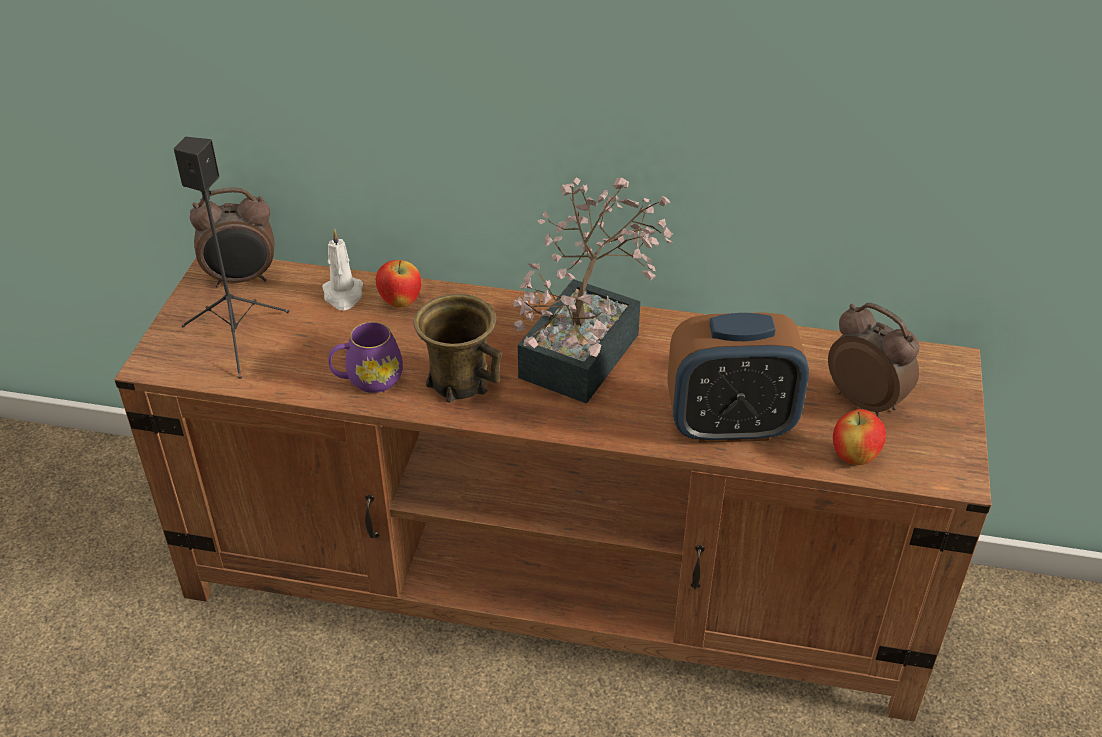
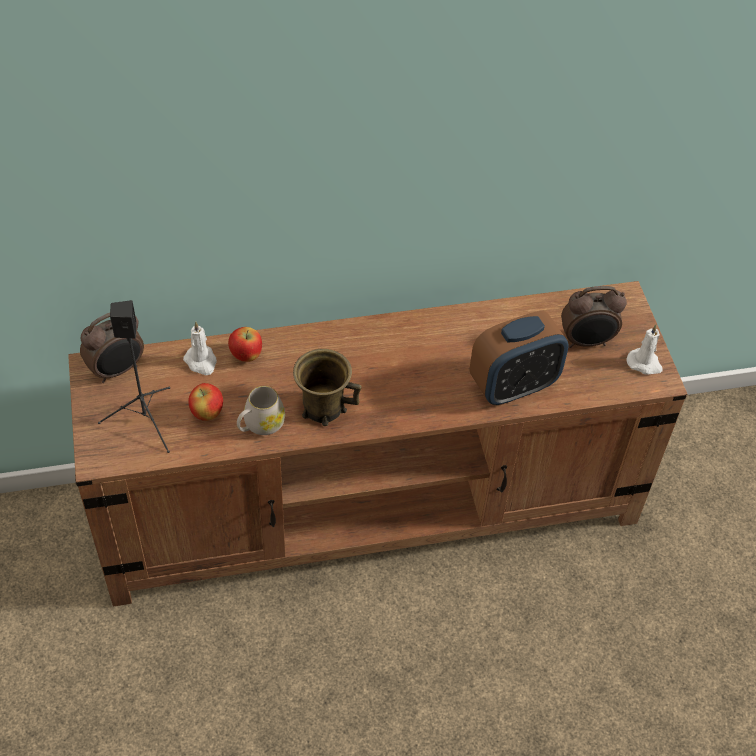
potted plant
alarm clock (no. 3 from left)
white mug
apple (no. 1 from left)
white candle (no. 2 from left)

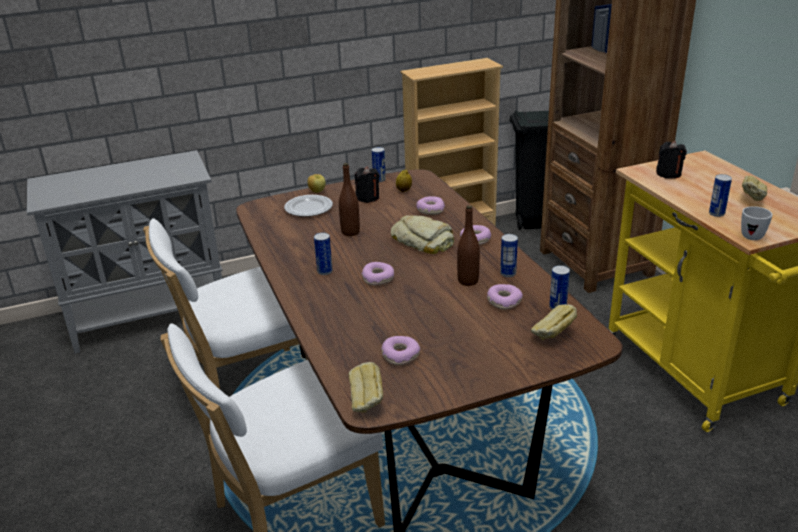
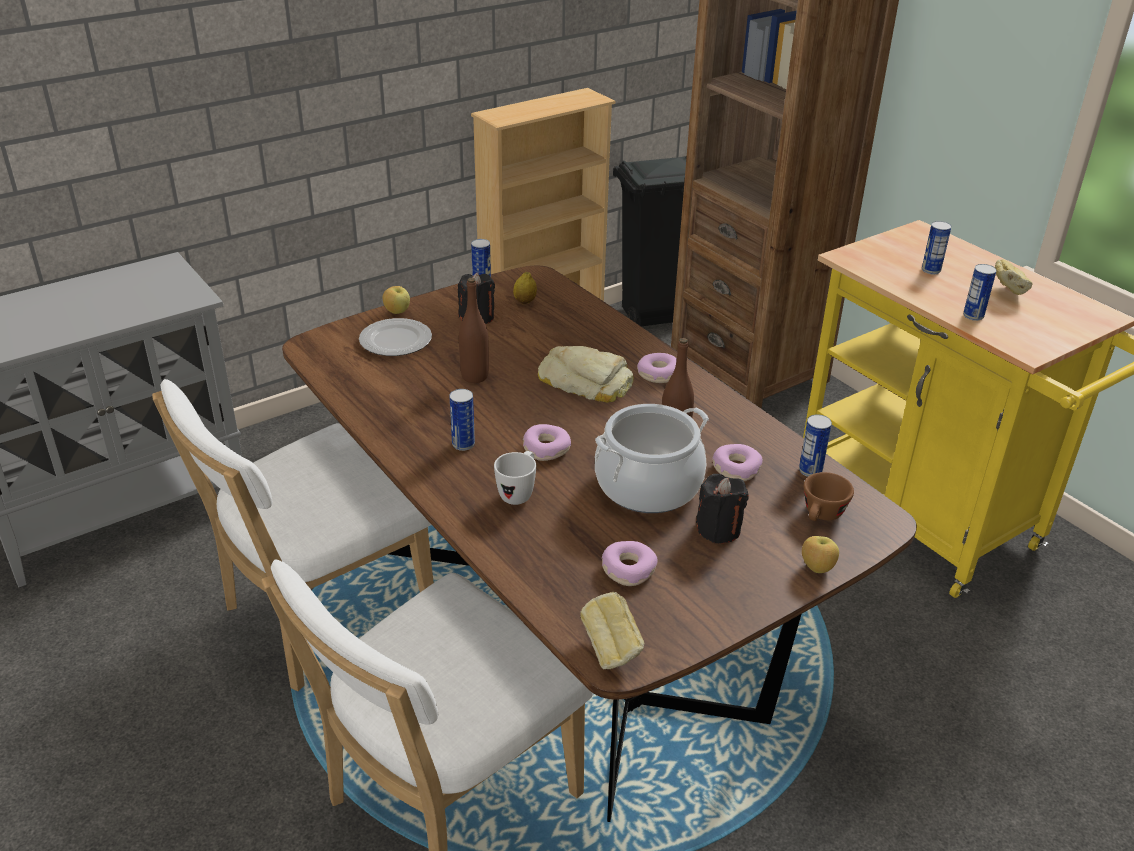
black candle (no. 2 from left)
donut (no. 3 from left in the first image)
white mug
can (no. 4 from left)
brown cup
cooking pot
apple (no. 2 from left)

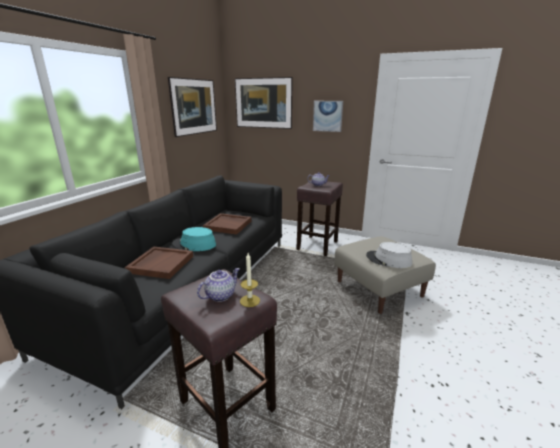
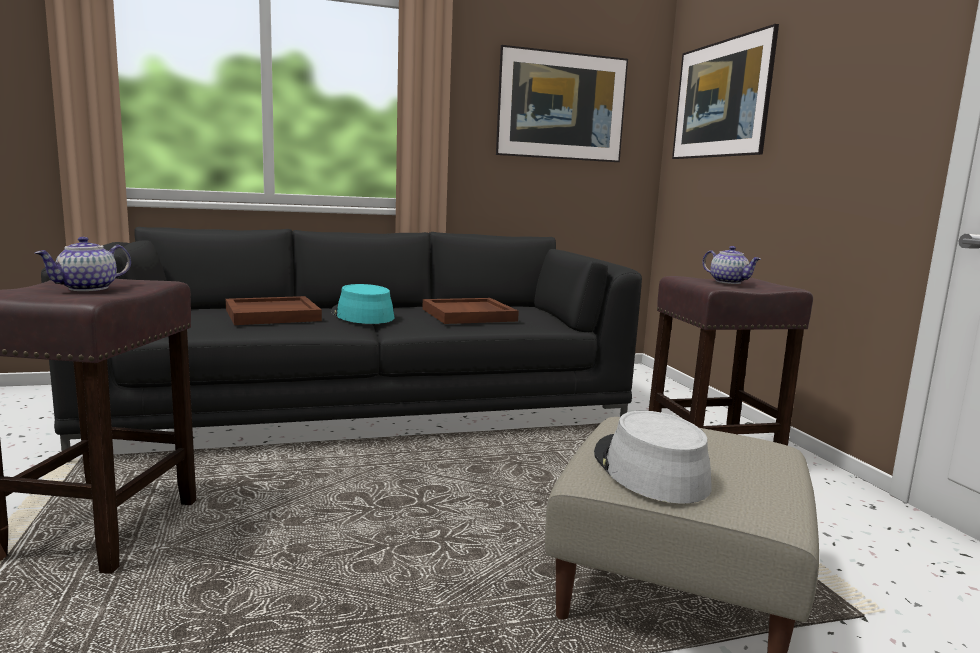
picture (no. 3 from left in the first image)
candle
teapot (no. 1 from left)

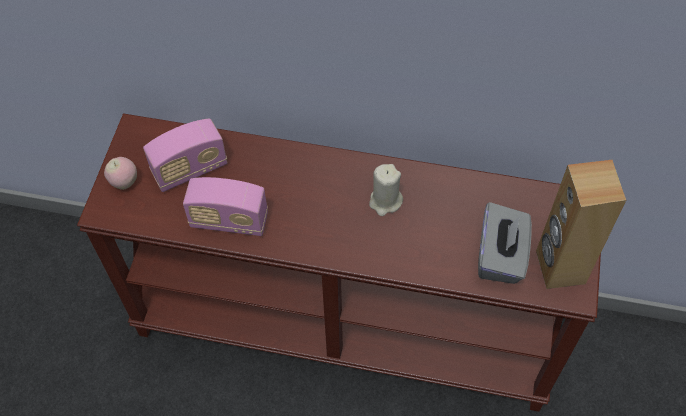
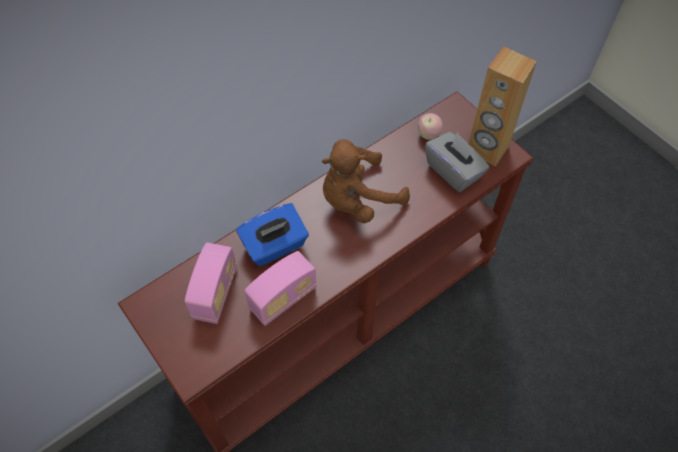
apple
brown plush toy
blue tissue box

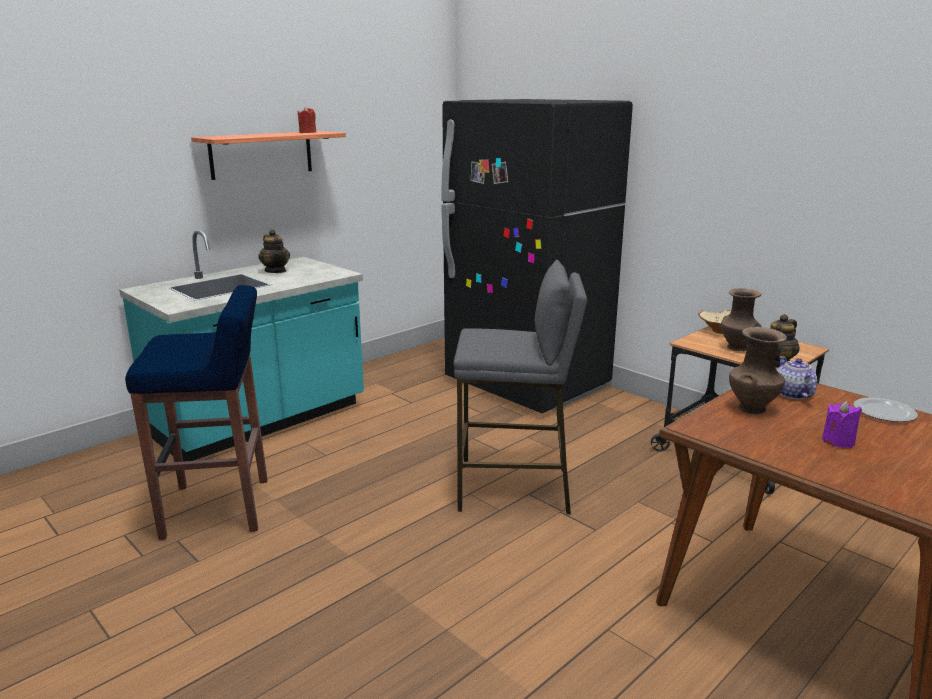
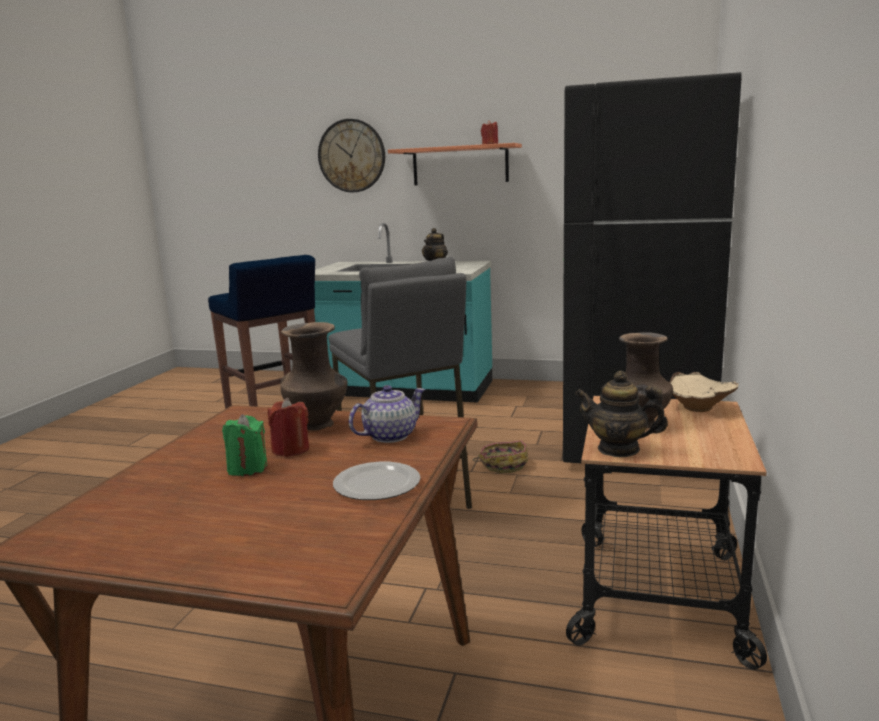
green candle
wall clock
red candle (no. 1 from left)
basket

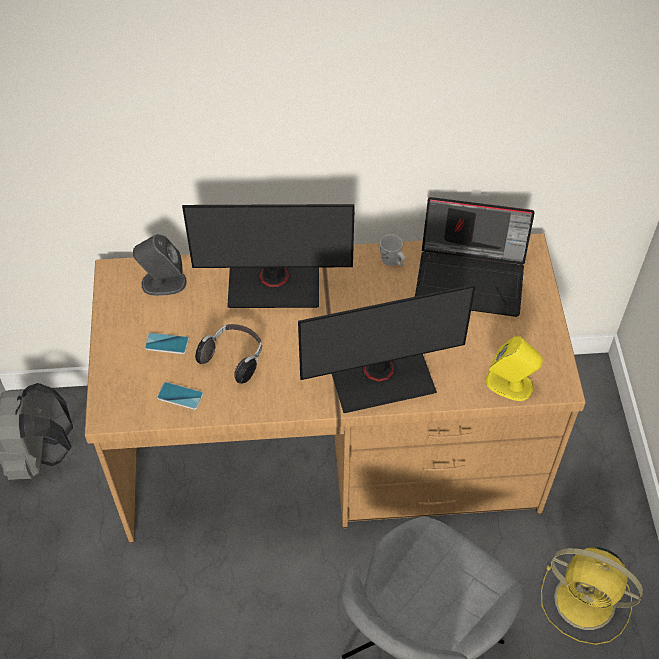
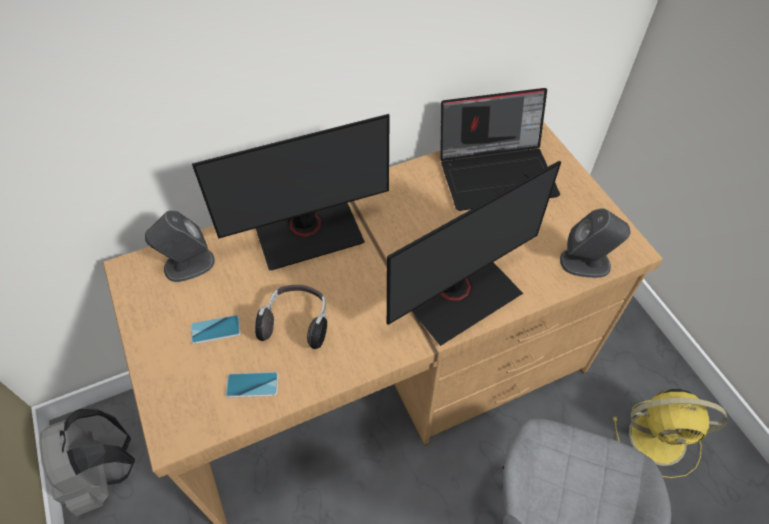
white mug
grey speaker (no. 2 from left)

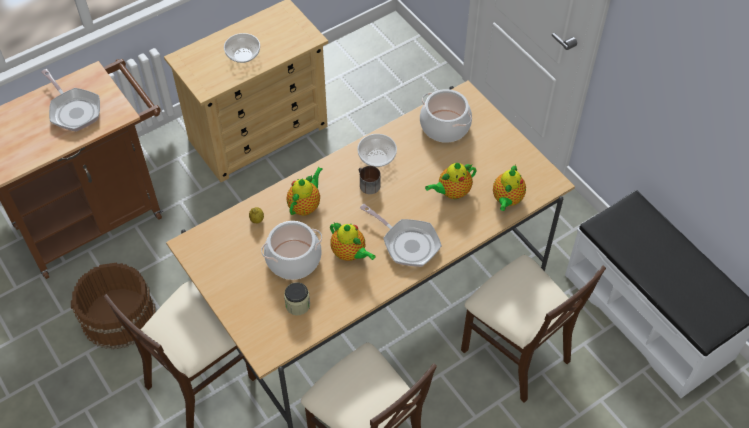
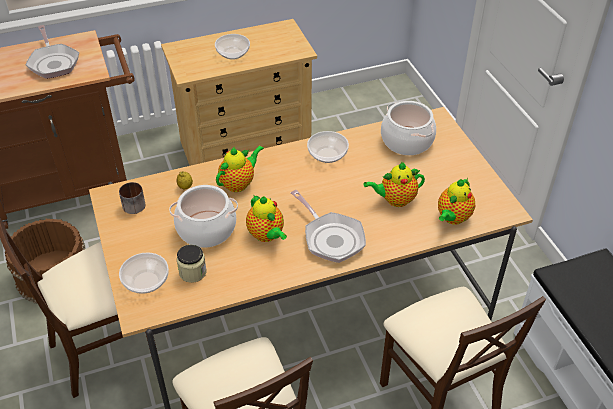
mug
bowl (no. 1 from left)

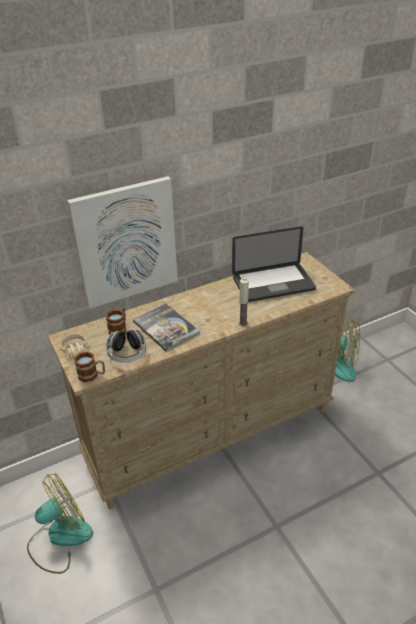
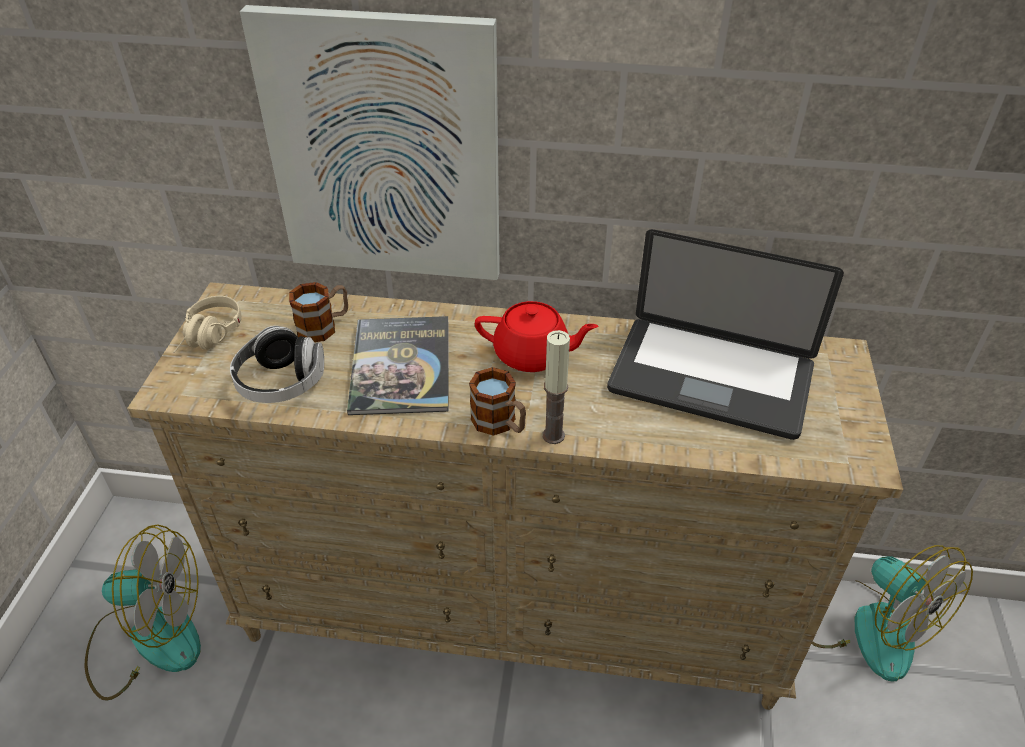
mug (no. 2 from left)
red teapot

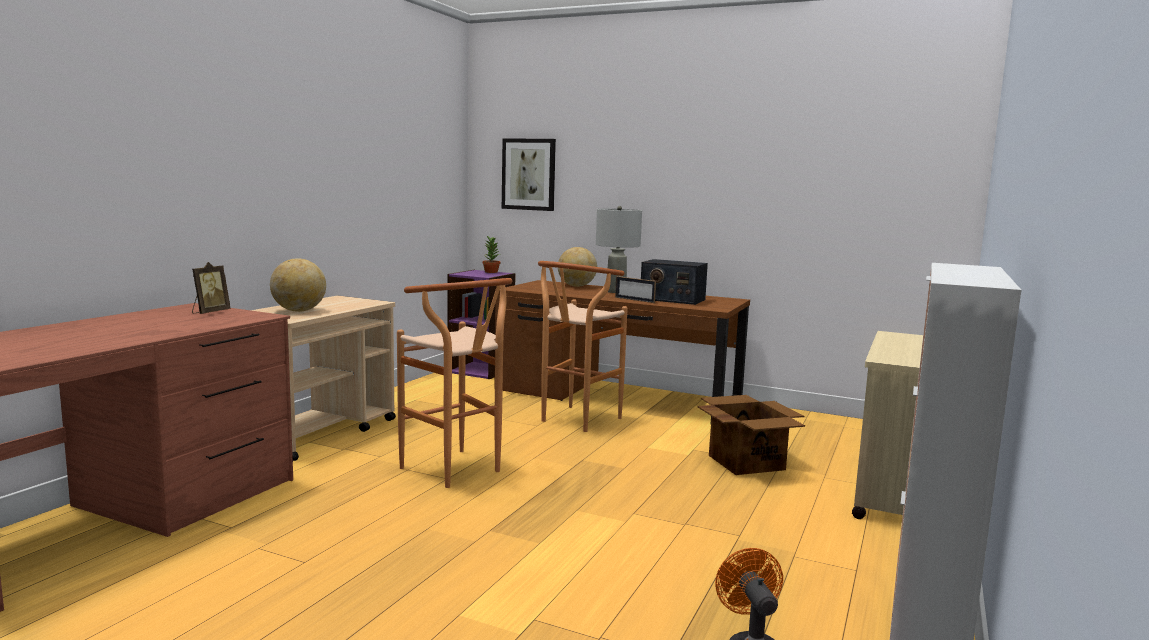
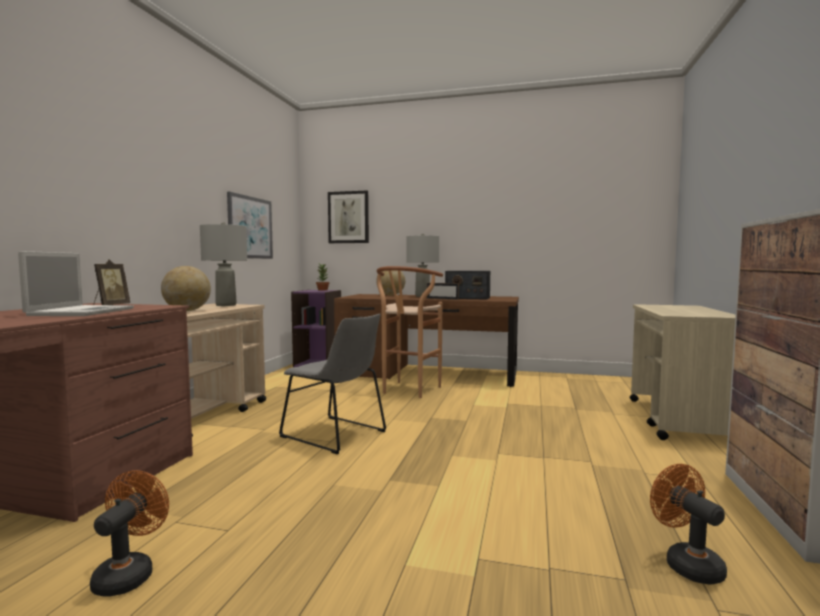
grey chair
cardboard box
picture (no. 1 from left)
grey table lamp (no. 1 from left)
laptop
orange fan (no. 1 from left)

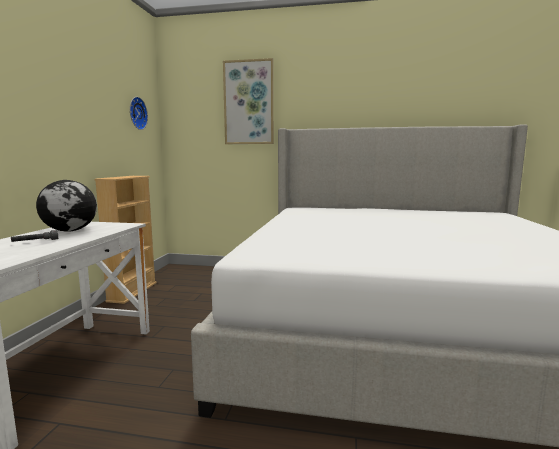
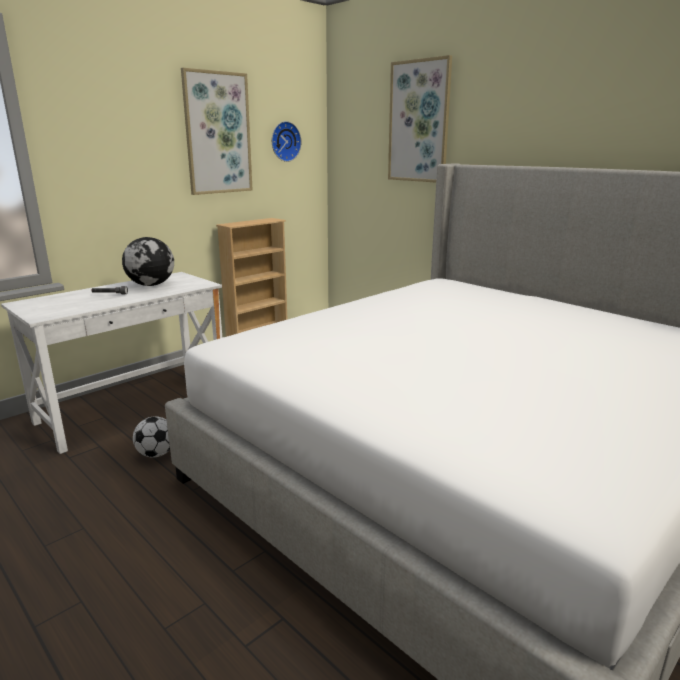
picture (no. 1 from left)
football

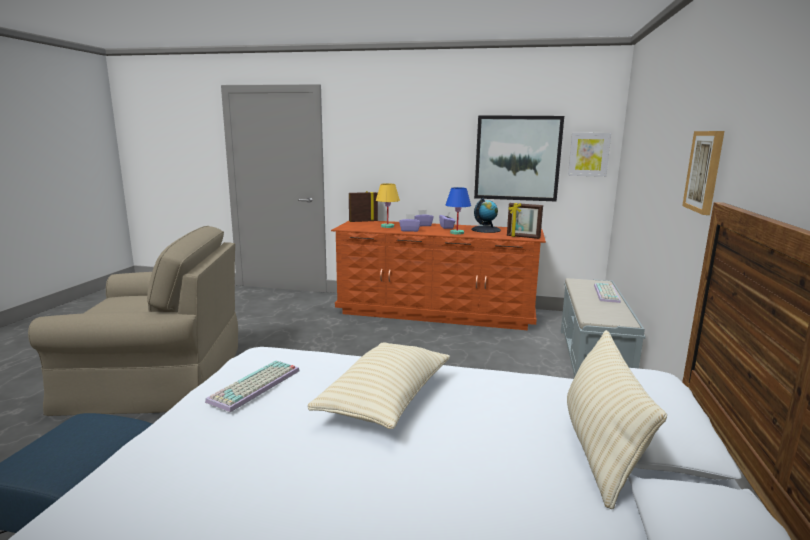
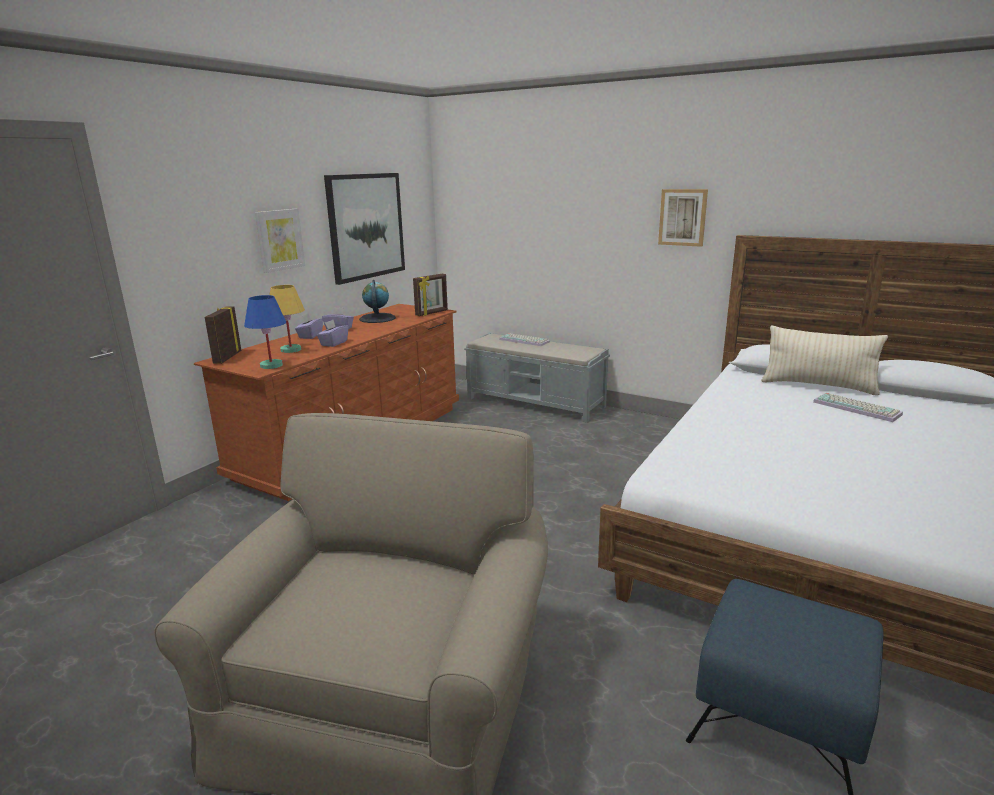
picture (no. 1 from left)
blue table lamp
beige pillow (no. 1 from left in the first image)
keyboard (no. 2 from left)

